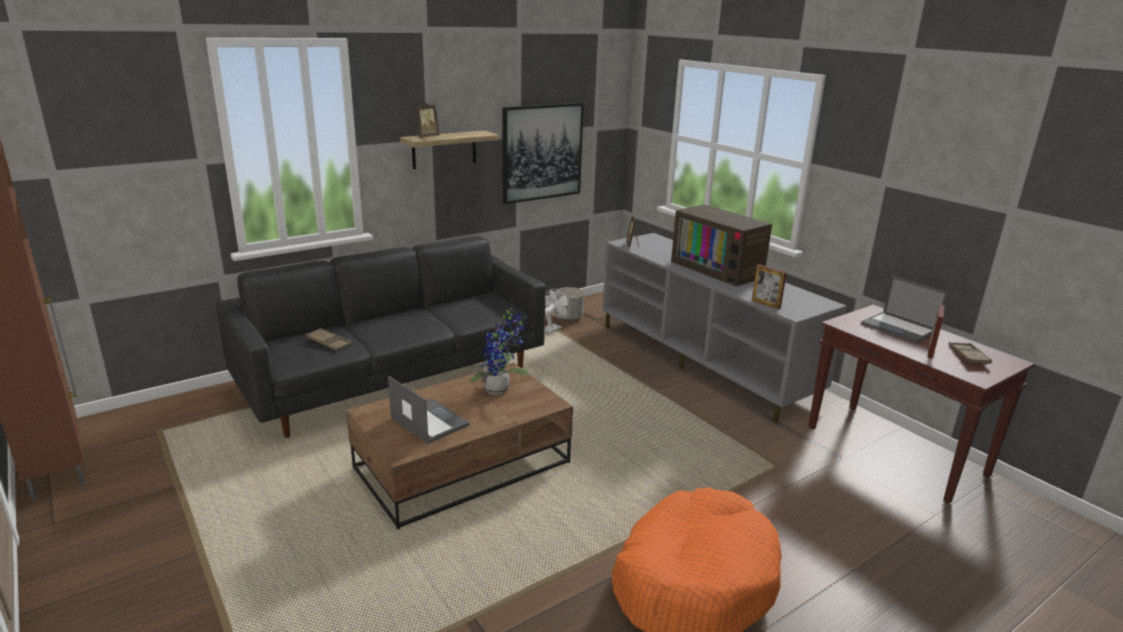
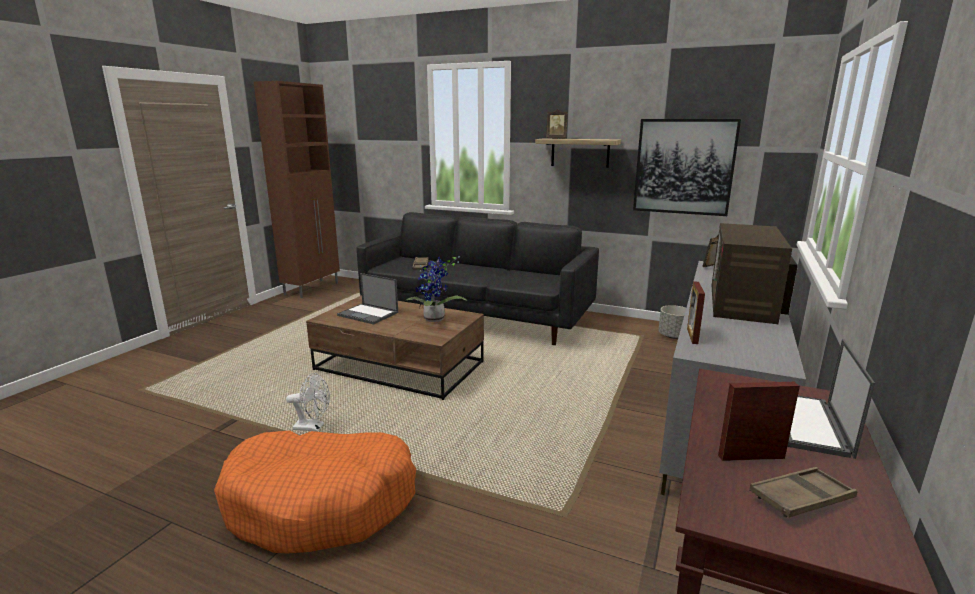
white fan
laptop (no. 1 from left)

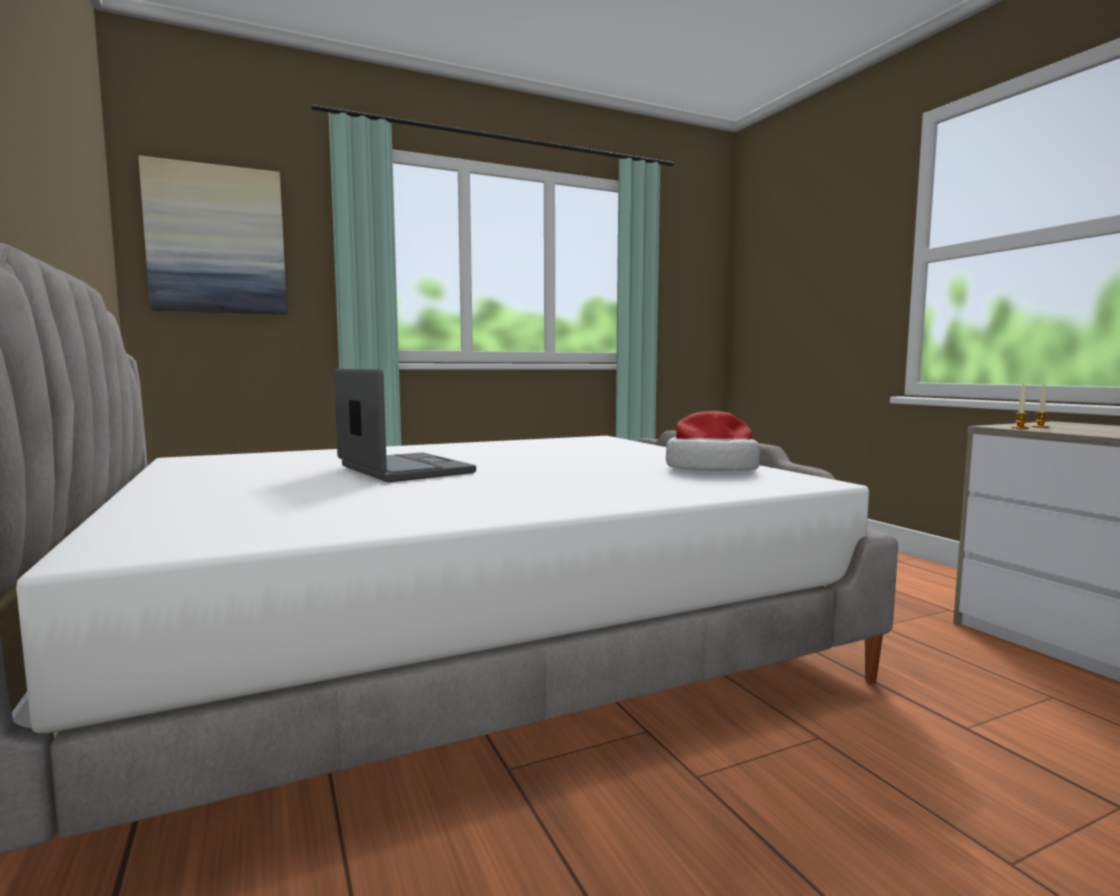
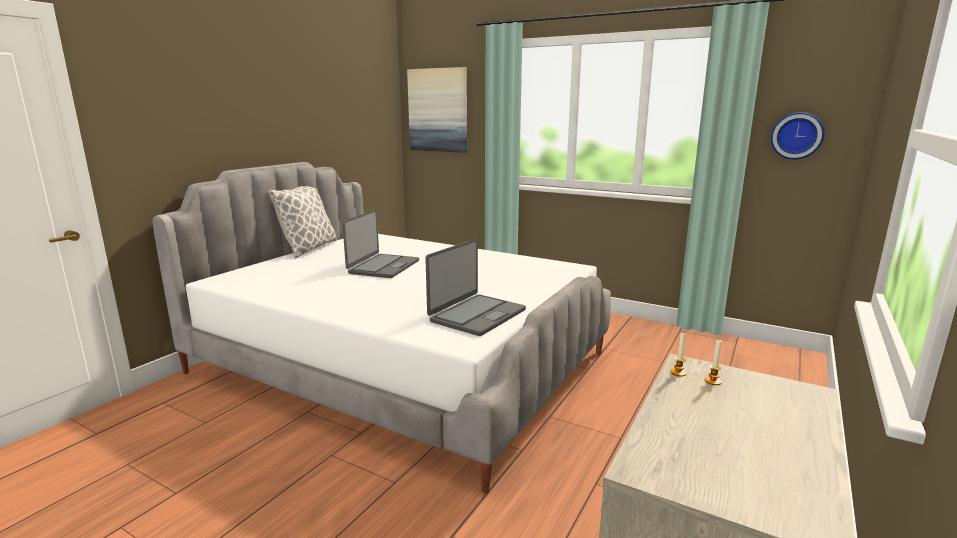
laptop (no. 2 from left)
wall clock
pillow

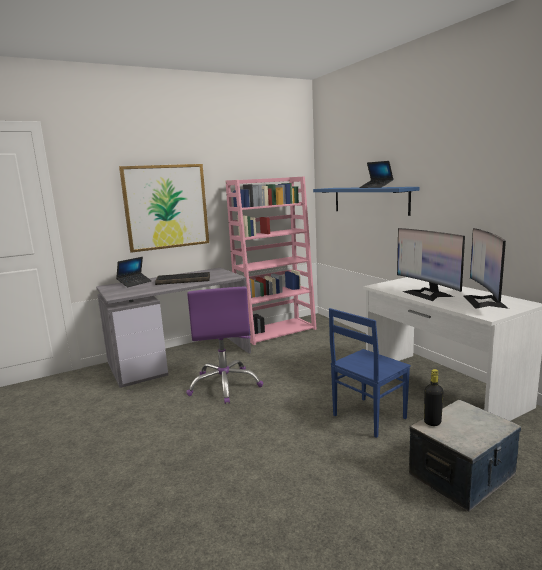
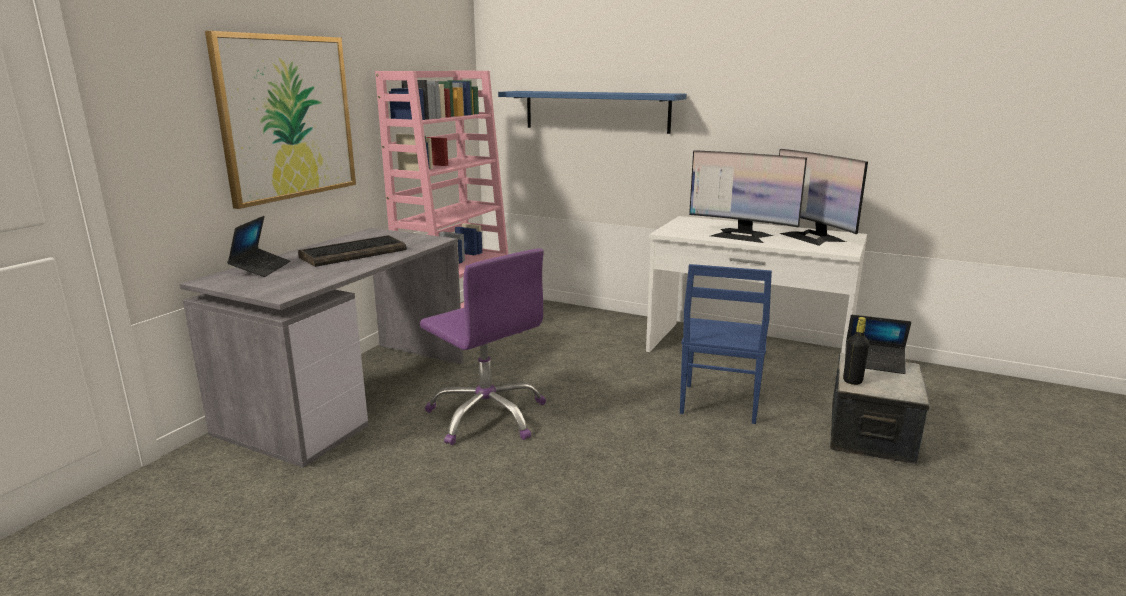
laptop (no. 2 from left)

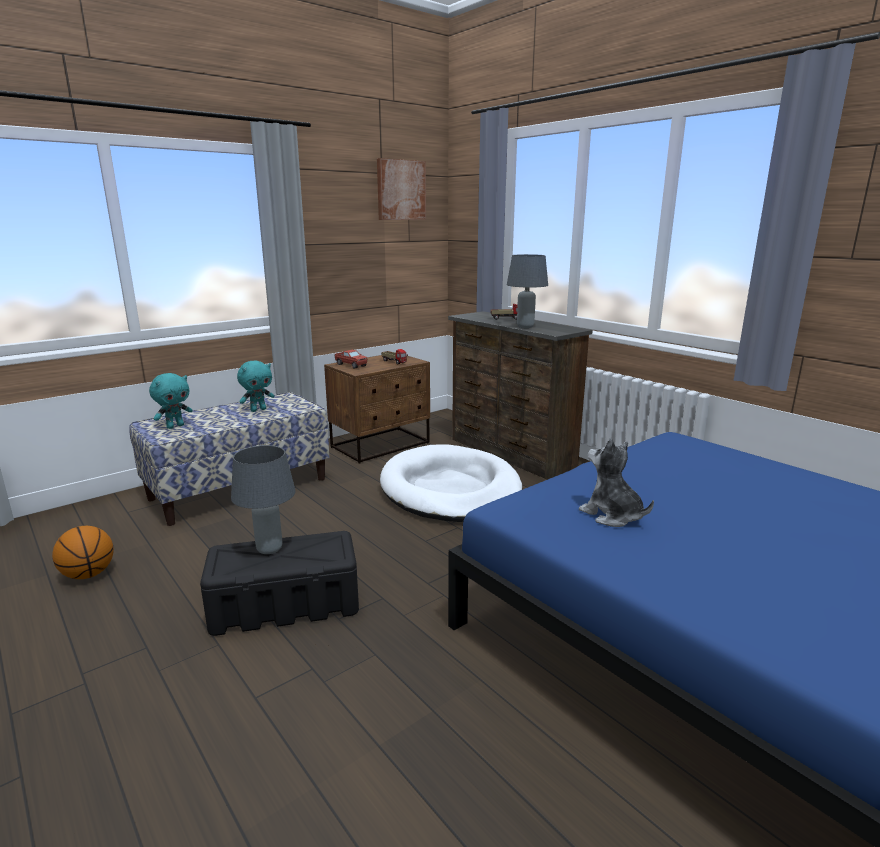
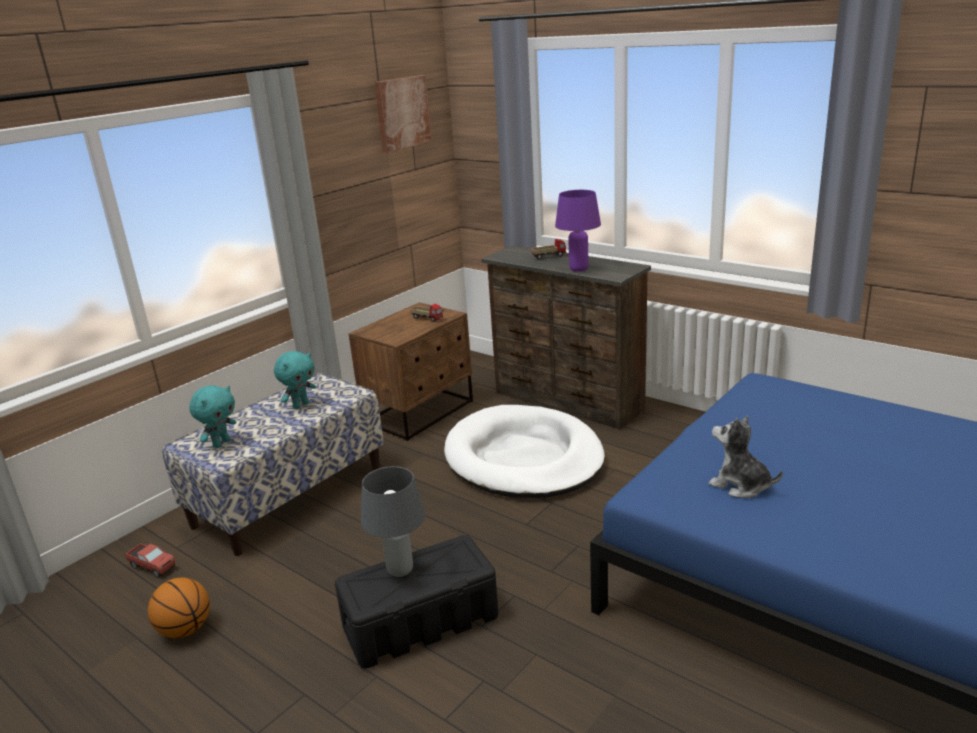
purple table lamp
toy truck (no. 1 from left)

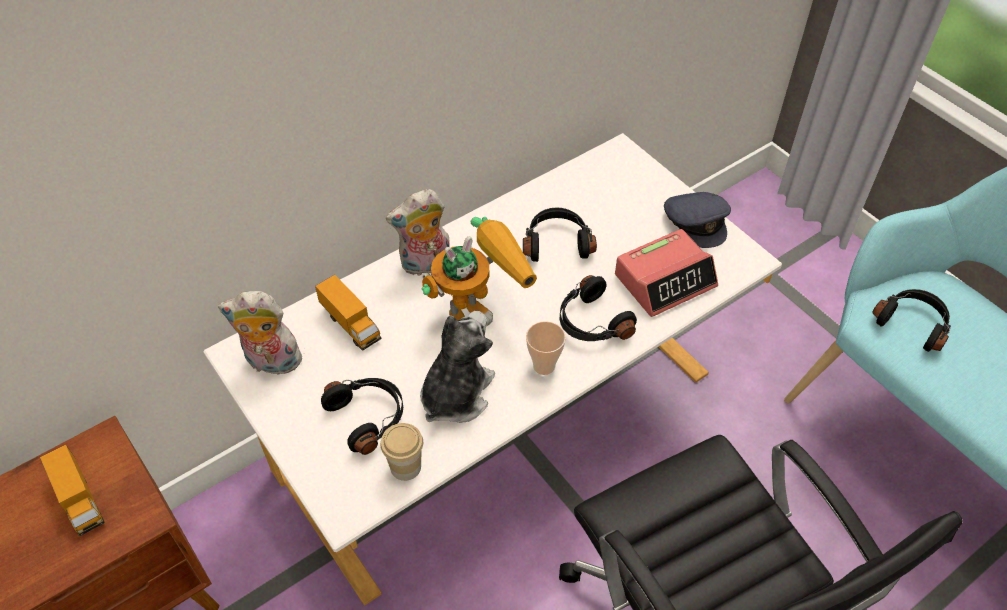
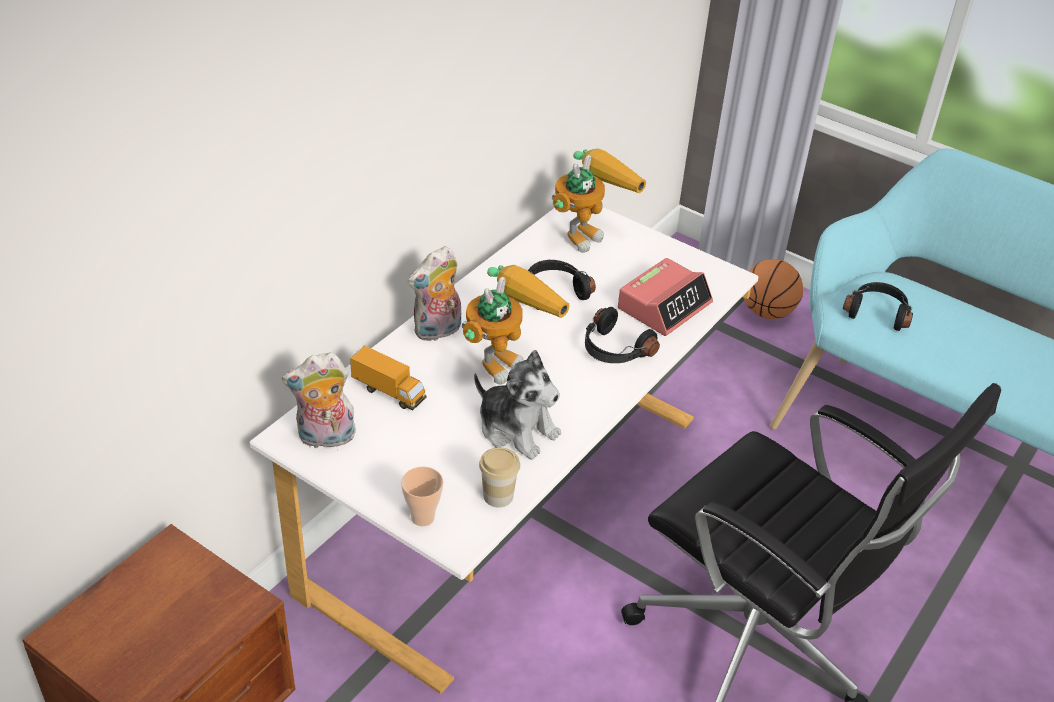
grey cap
plush toy (no. 3 from left)
cup (no. 1 from left)
black headphones (no. 1 from left in the first image)
toy truck (no. 1 from left in the first image)
toy robot (no. 2 from left)
basketball

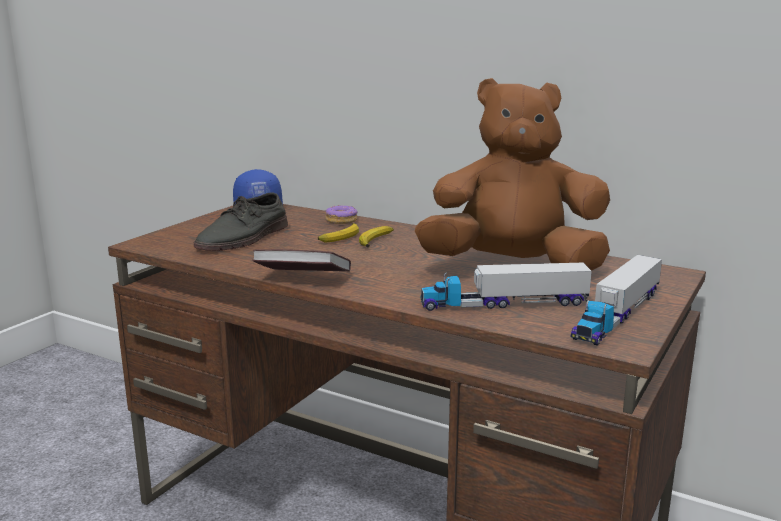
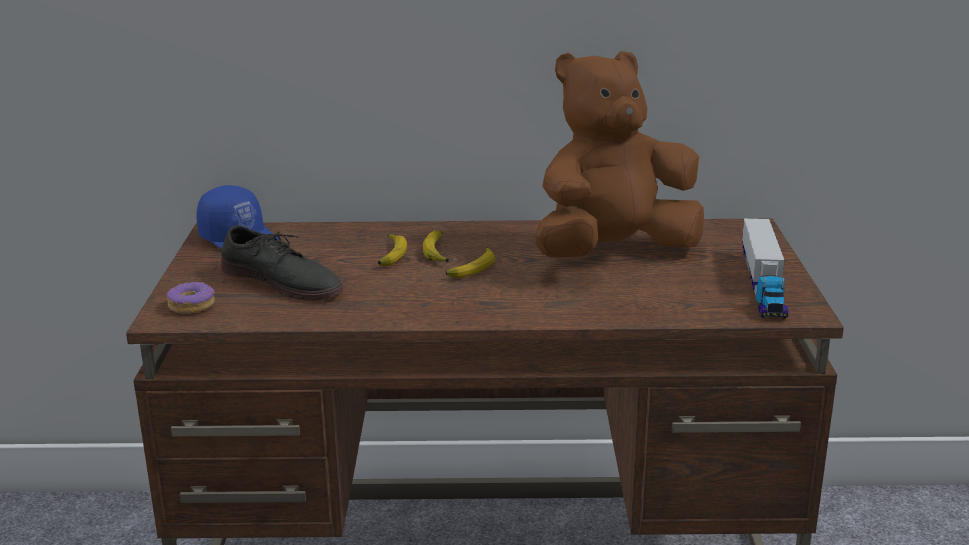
grey shoe
donut
book
toy truck (no. 1 from left in the first image)
banana (no. 3 from left)

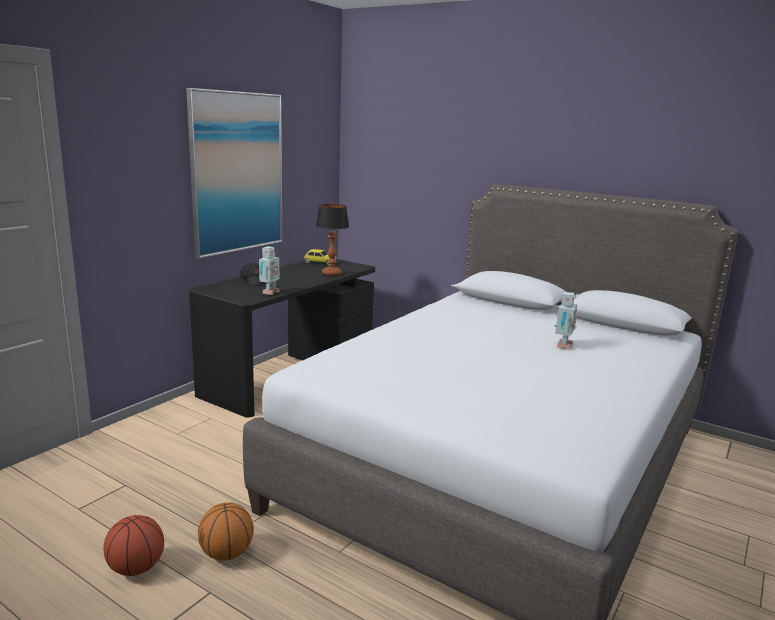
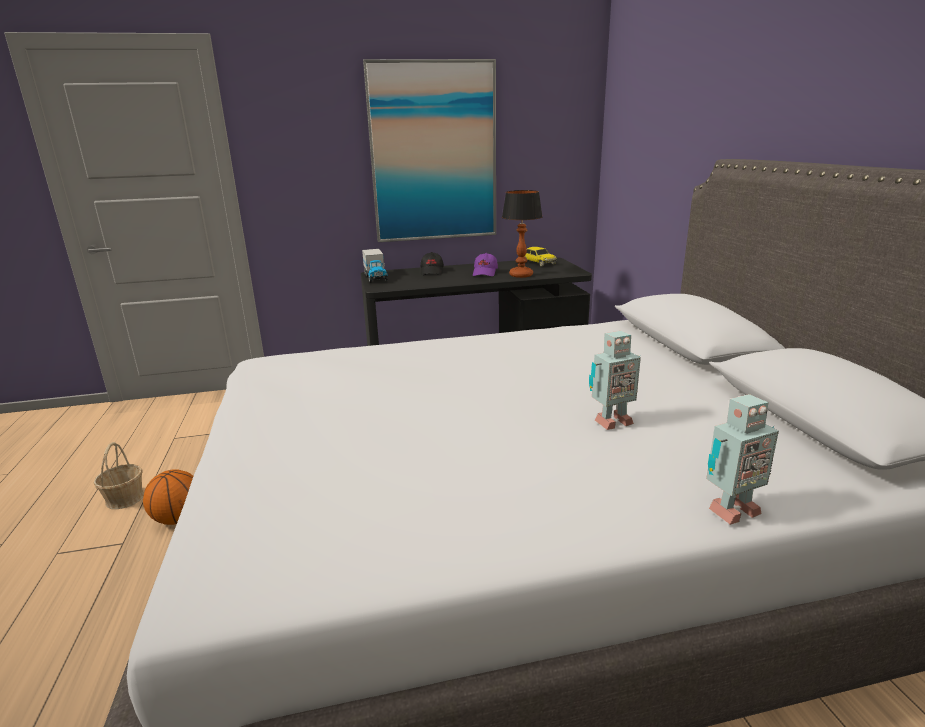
toy robot (no. 2 from left)
basket
toy truck
purple cap

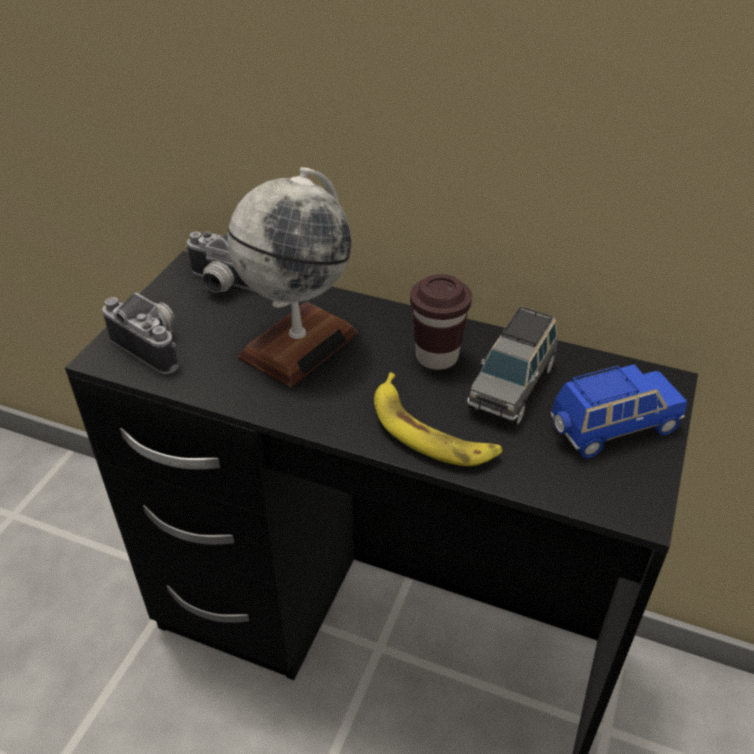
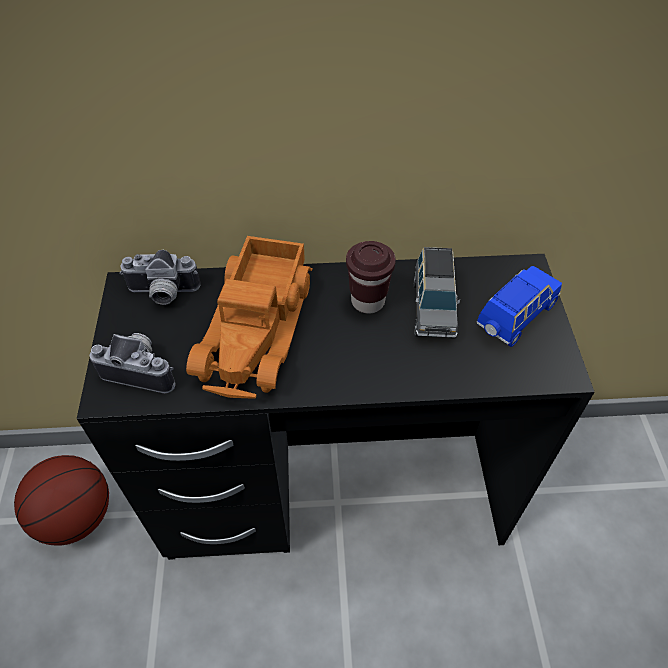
toy truck
banana
basketball

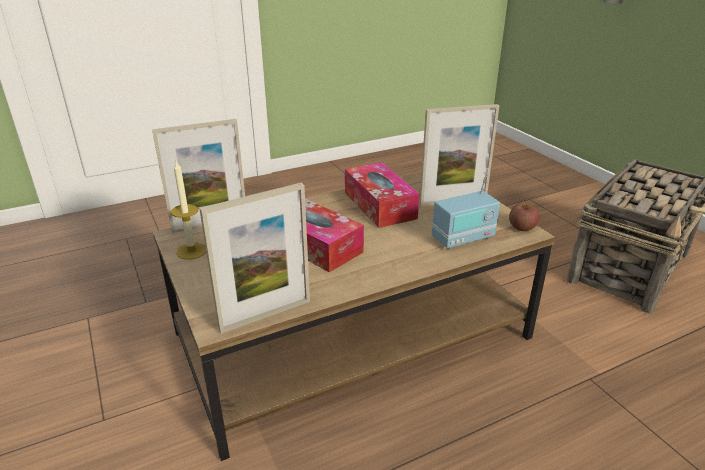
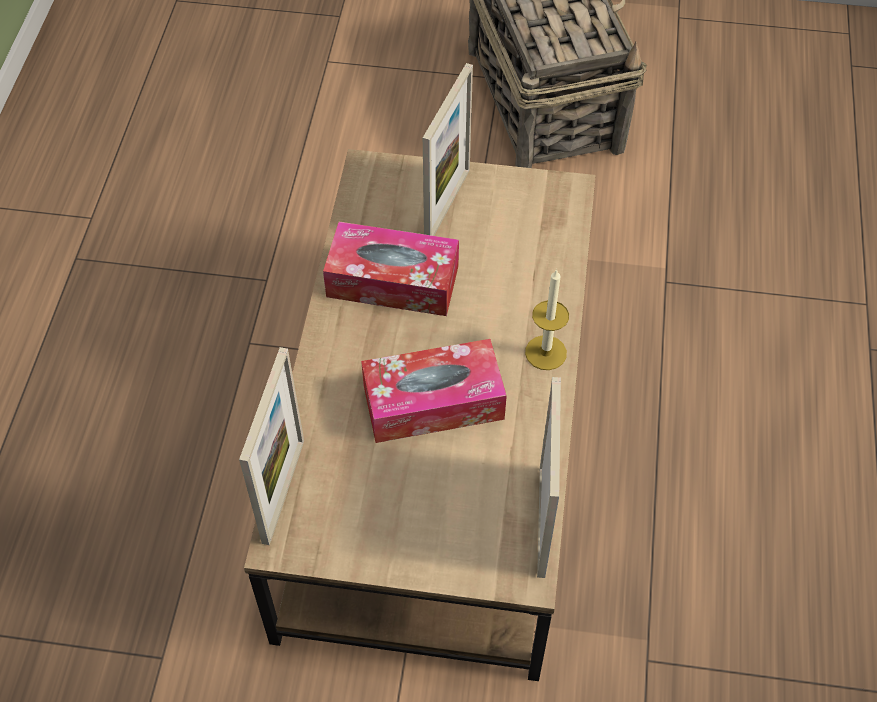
candle
radio
apple

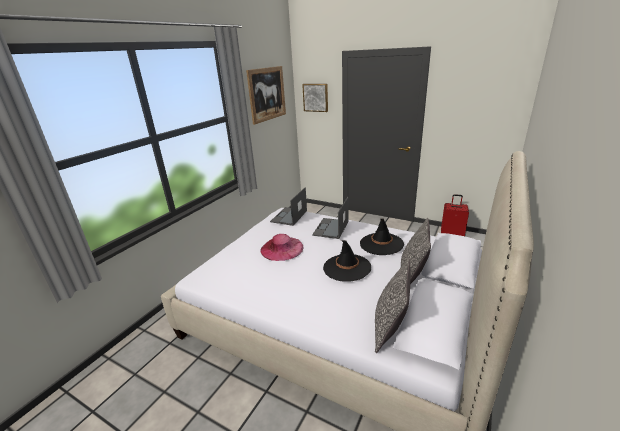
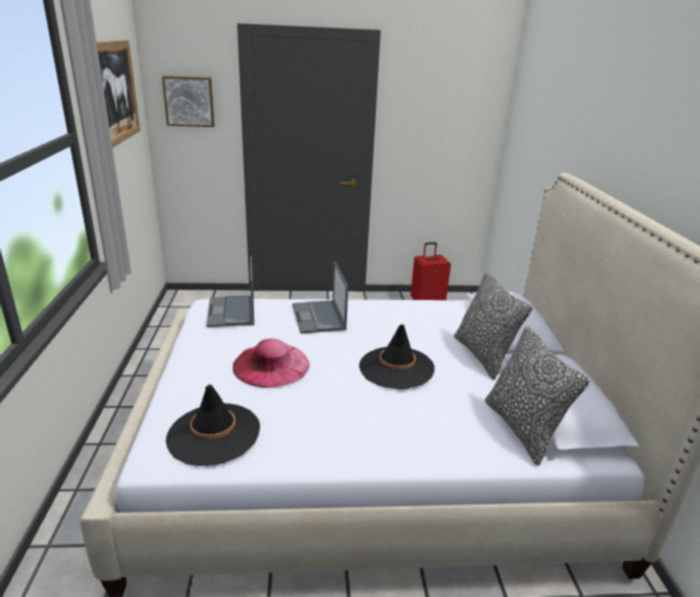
black hat (no. 1 from left)

